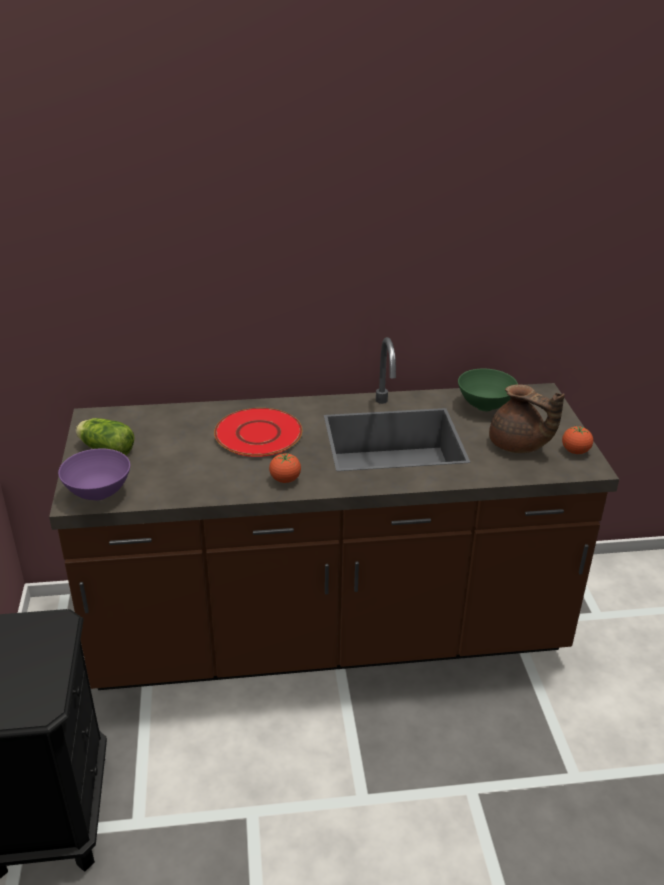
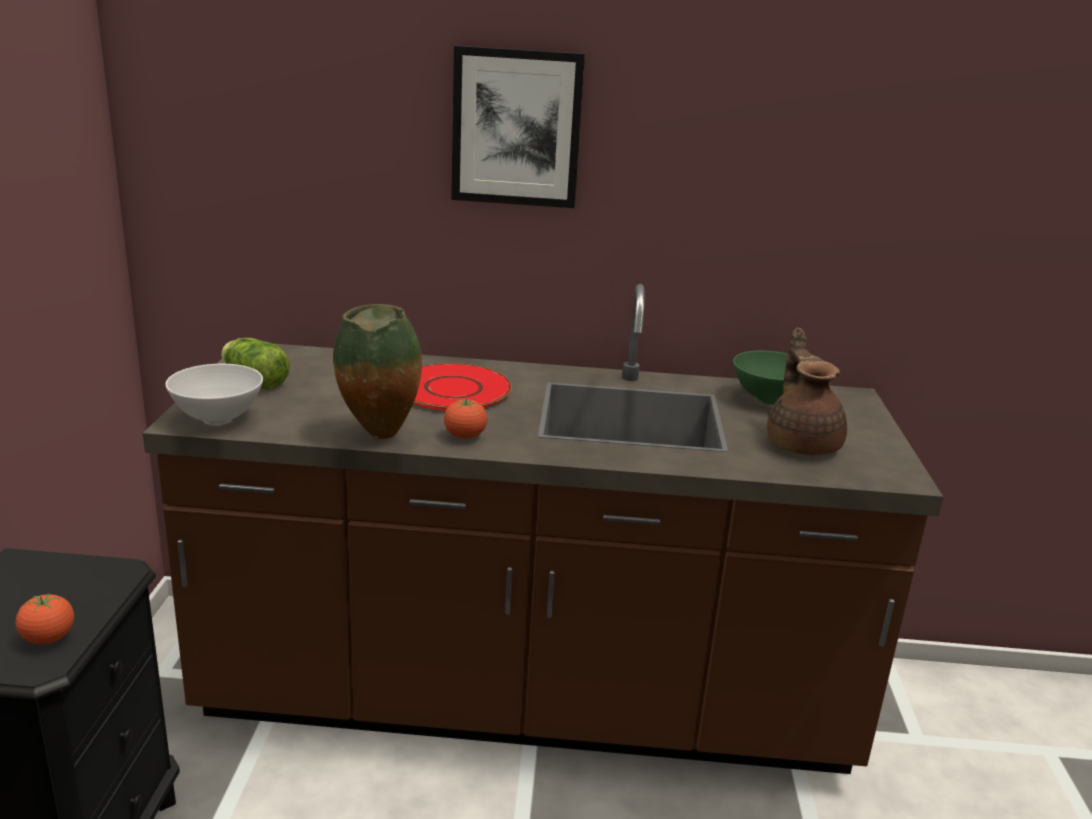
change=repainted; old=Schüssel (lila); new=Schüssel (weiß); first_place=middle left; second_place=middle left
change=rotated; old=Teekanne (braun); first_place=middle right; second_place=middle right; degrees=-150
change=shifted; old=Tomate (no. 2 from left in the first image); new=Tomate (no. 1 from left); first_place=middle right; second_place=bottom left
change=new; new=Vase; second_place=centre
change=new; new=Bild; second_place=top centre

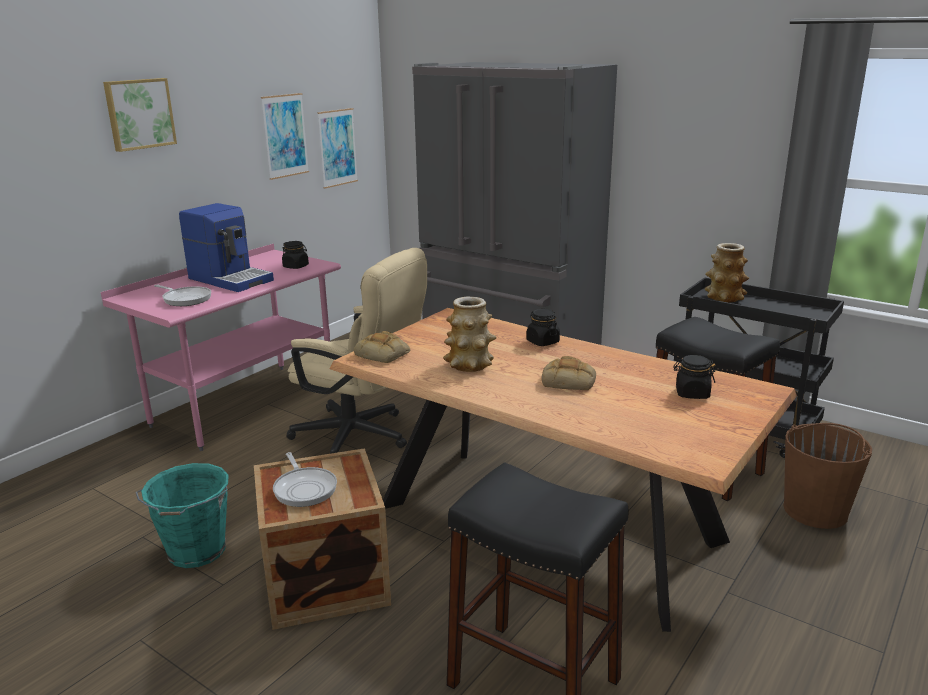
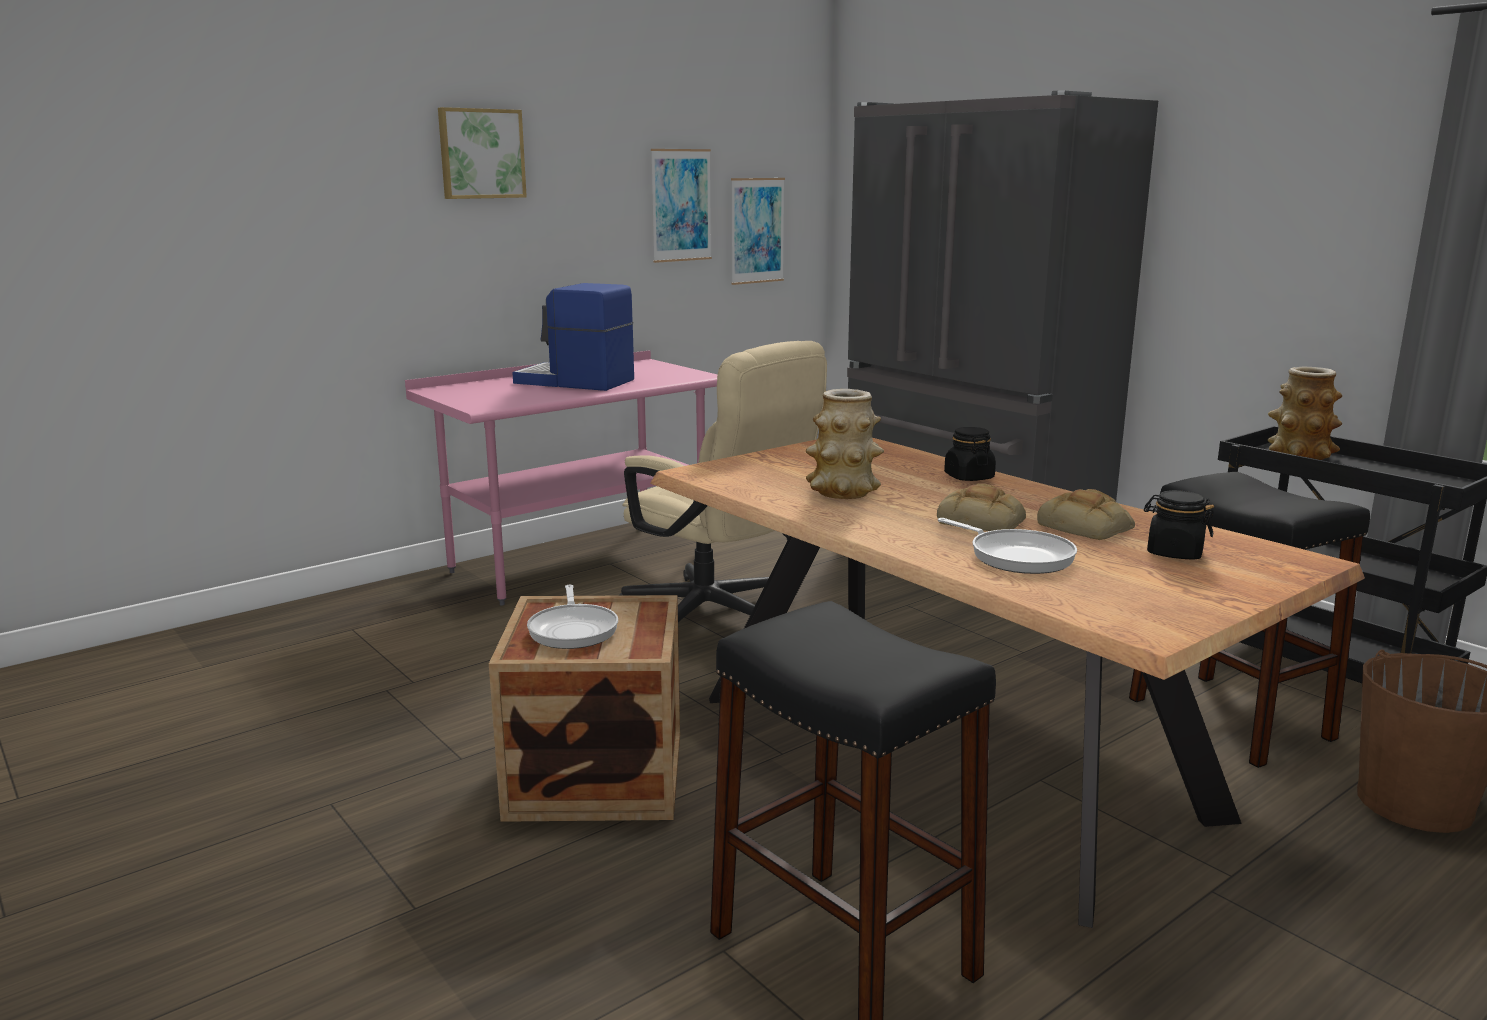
change=gone; old=Eimer (türkis); first_place=bottom left
change=shifted; old=Pfanne (no. 1 from left in the first image); new=Pfanne (no. 2 from left); first_place=middle left; second_place=middle right
change=rotated; old=Kaffeemaschine; first_place=middle left; second_place=top centre; degrees=150
change=gone; old=Vorratsglas (schwarz) (no. 1 from left); first_place=middle left
change=shifted; old=Brot (no. 1 from left in the first image); new=Brot (no. 2 from left); first_place=centre; second_place=middle right

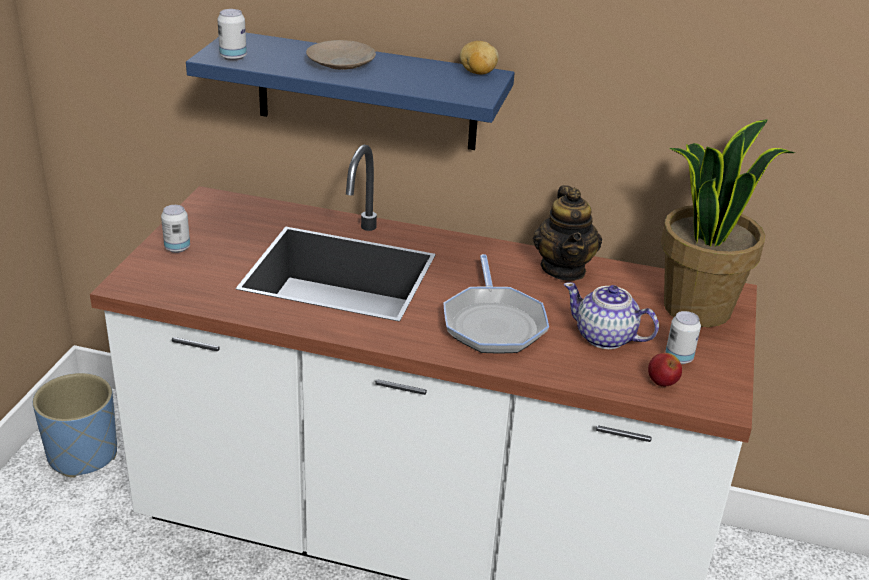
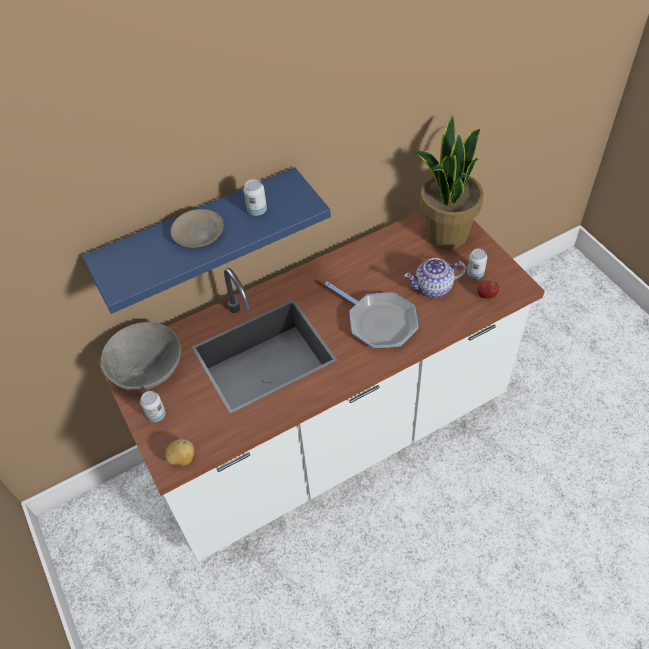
change=gone; old=Pflanzkübel (blau); first_place=bottom left
change=shifted; old=Dose (no. 2 from left); first_place=top left; second_place=top centre
change=shifted; old=Kartoffel; first_place=top centre; second_place=bottom left
change=gone; old=Teekanne (no. 1 from left); first_place=centre
change=new; new=Schüssel (grau); second_place=middle left

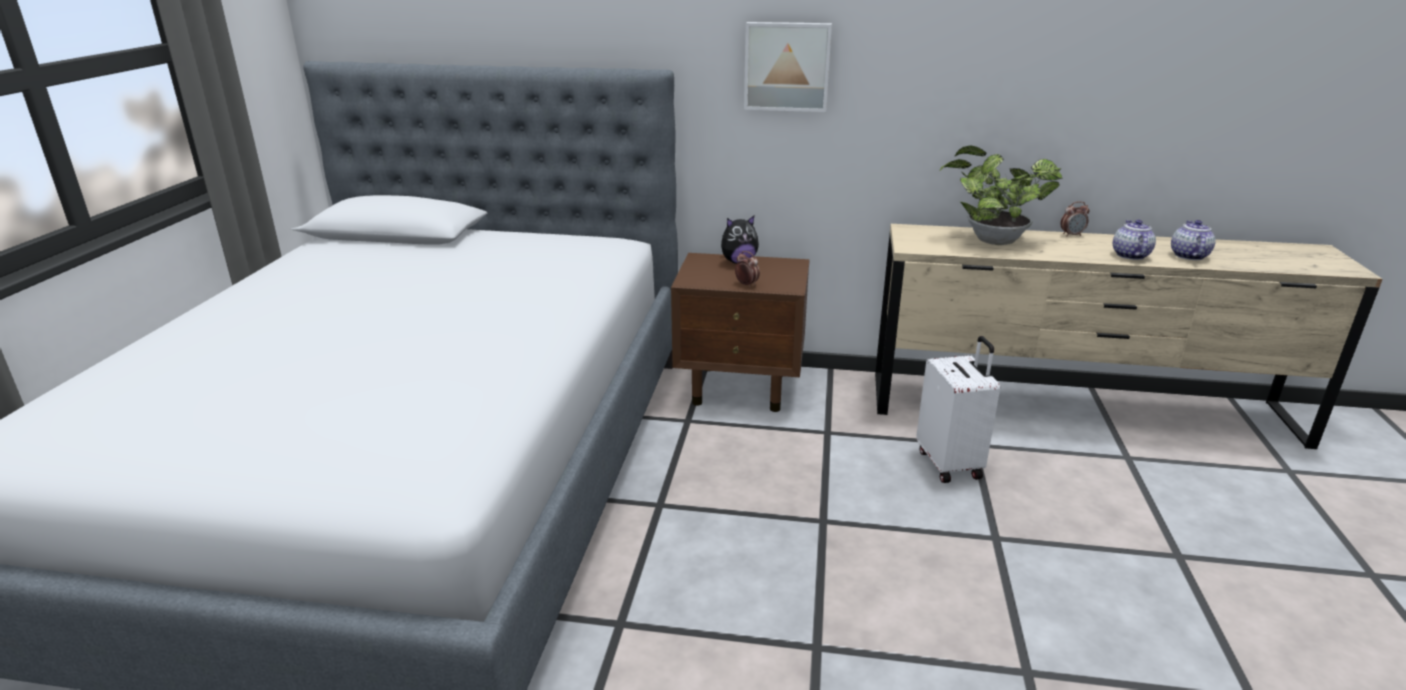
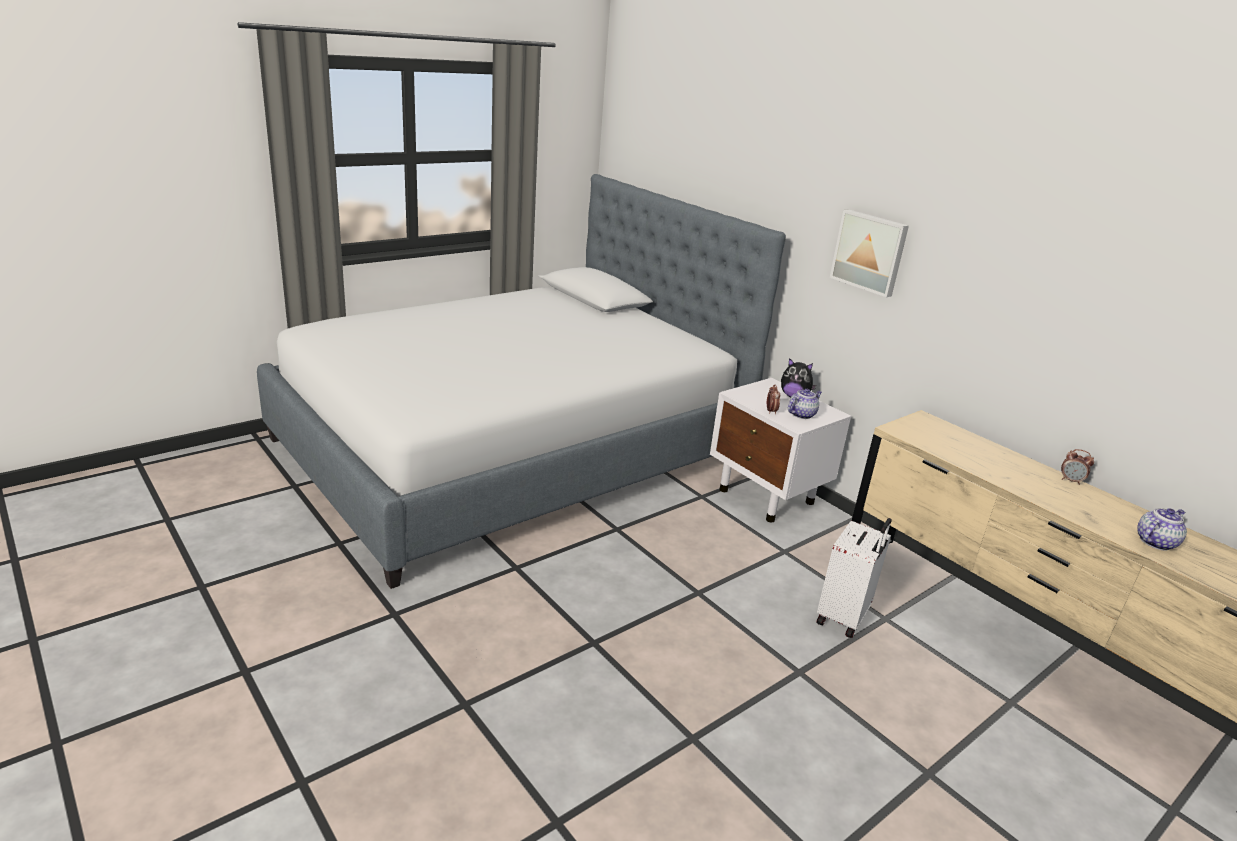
change=repainted; old=Nachttisch (braun); new=Nachttisch (weiß); first_place=centre; second_place=centre
change=gone; old=Topfpflanze; first_place=top right
change=shifted; old=Teekanne (no. 1 from left); first_place=middle right; second_place=centre

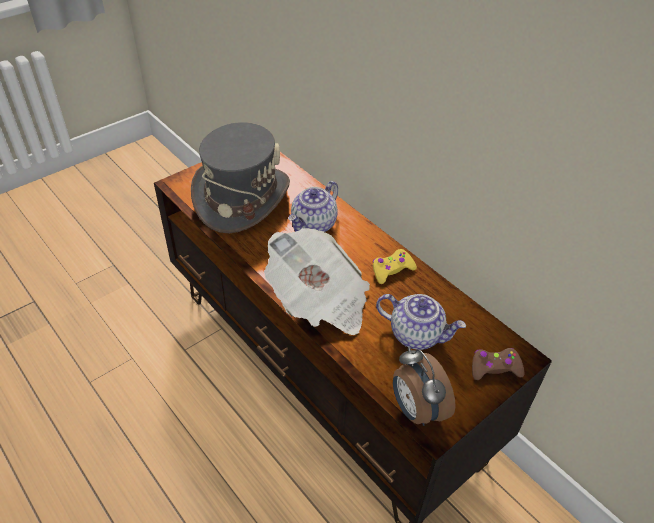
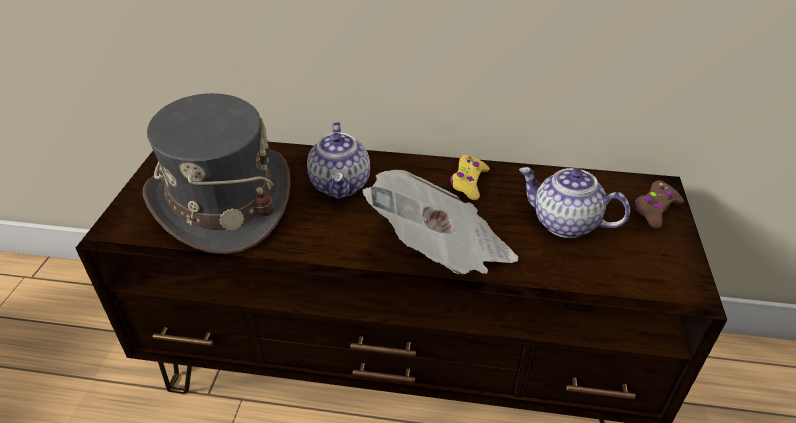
change=rotated; old=Teekanne (no. 2 from left); first_place=centre; second_place=middle right; degrees=-135
change=gone; old=Wecker; first_place=bottom centre

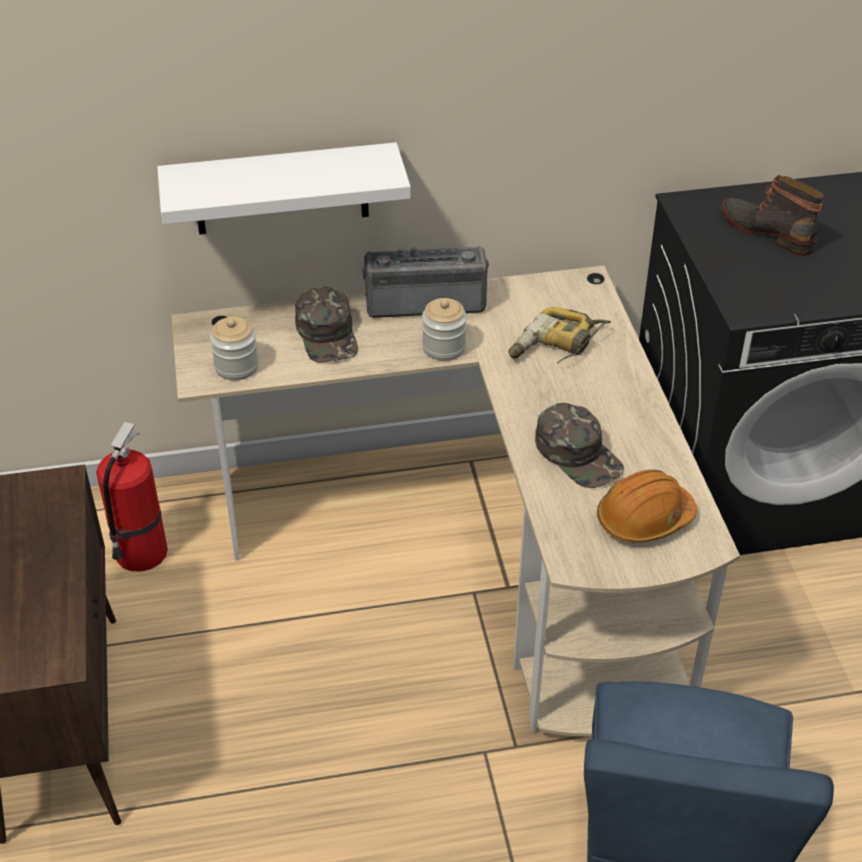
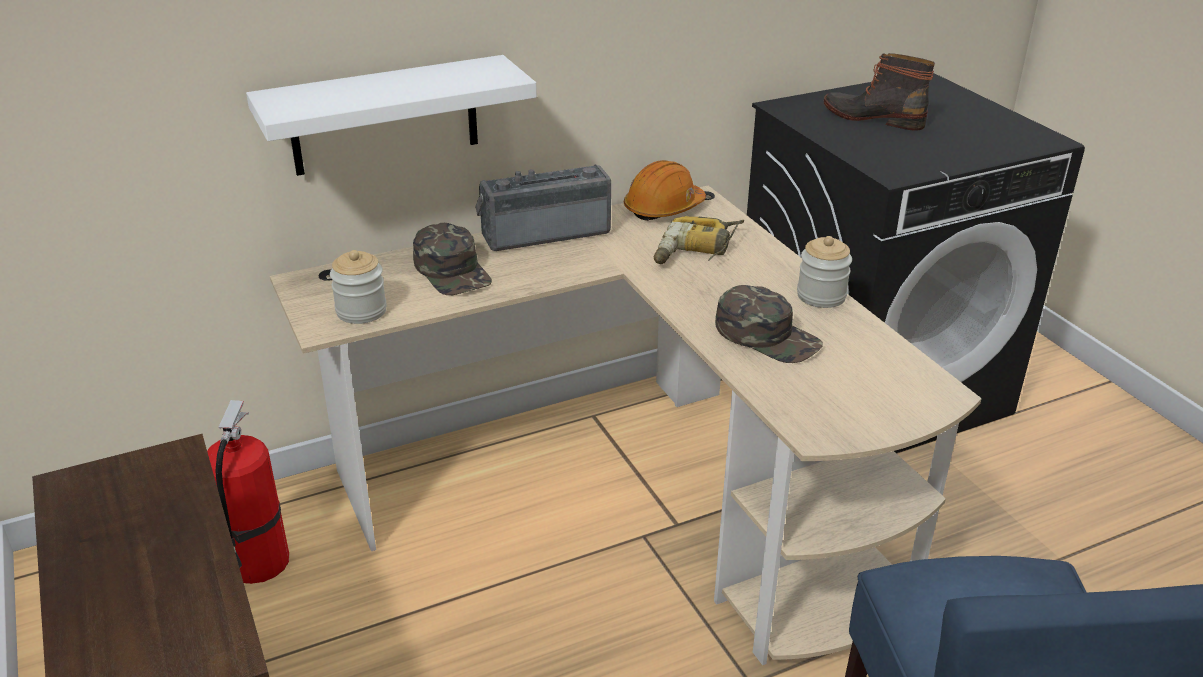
change=shifted; old=Vorratsglas (no. 2 from left); first_place=centre; second_place=middle right
change=shifted; old=Schutzhelm (orange); first_place=middle right; second_place=top centre

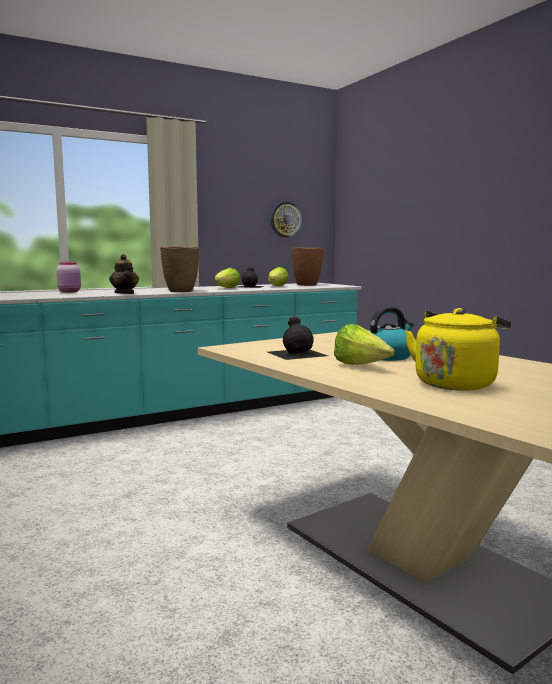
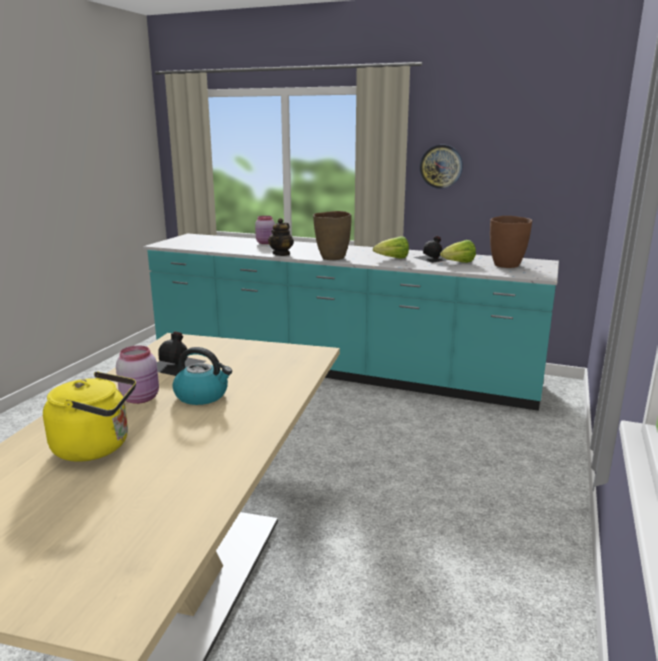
change=shifted; old=Wanduhr; first_place=top centre; second_place=top right
change=swapped; old=Salatkopf (no. 3 from left); new=Vorratsglas (rosa) (no. 1 from left); first_place=centre; second_place=middle left

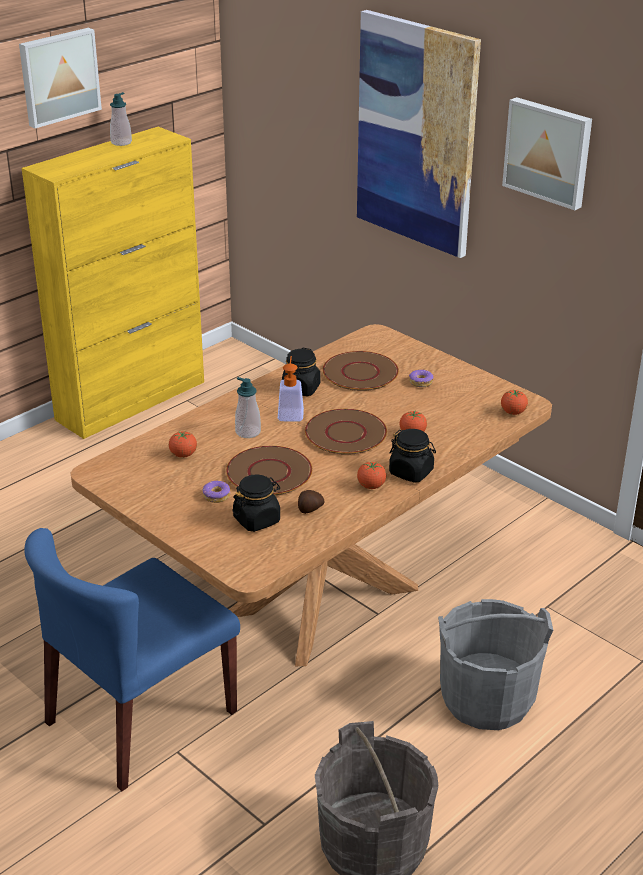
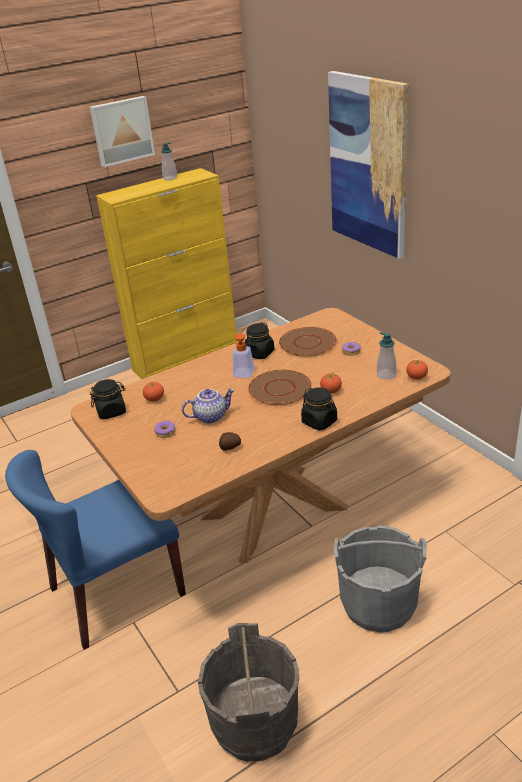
change=swapped; old=Teller (braun) (no. 1 from left); new=Teekanne; first_place=centre; second_place=centre
change=shifted; old=Vorratsglas (schwarz) (no. 1 from left); first_place=centre; second_place=middle left
change=shifted; old=Seifenspender (no. 2 from left in the first image); new=Seifenspender (no. 3 from left); first_place=centre; second_place=middle right
change=gone; old=Tomate (no. 2 from left); first_place=centre
change=gone; old=Bild (no. 3 from left); first_place=top right

